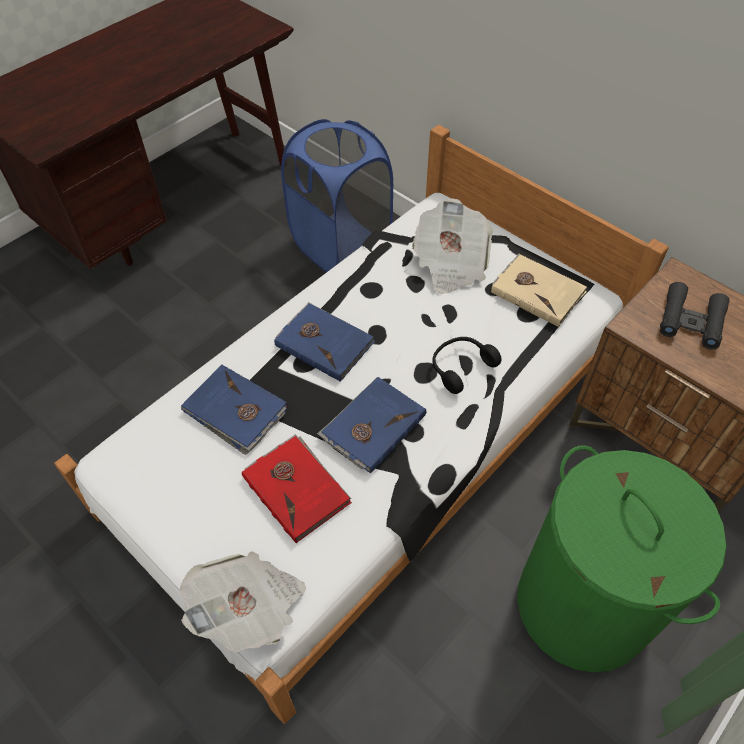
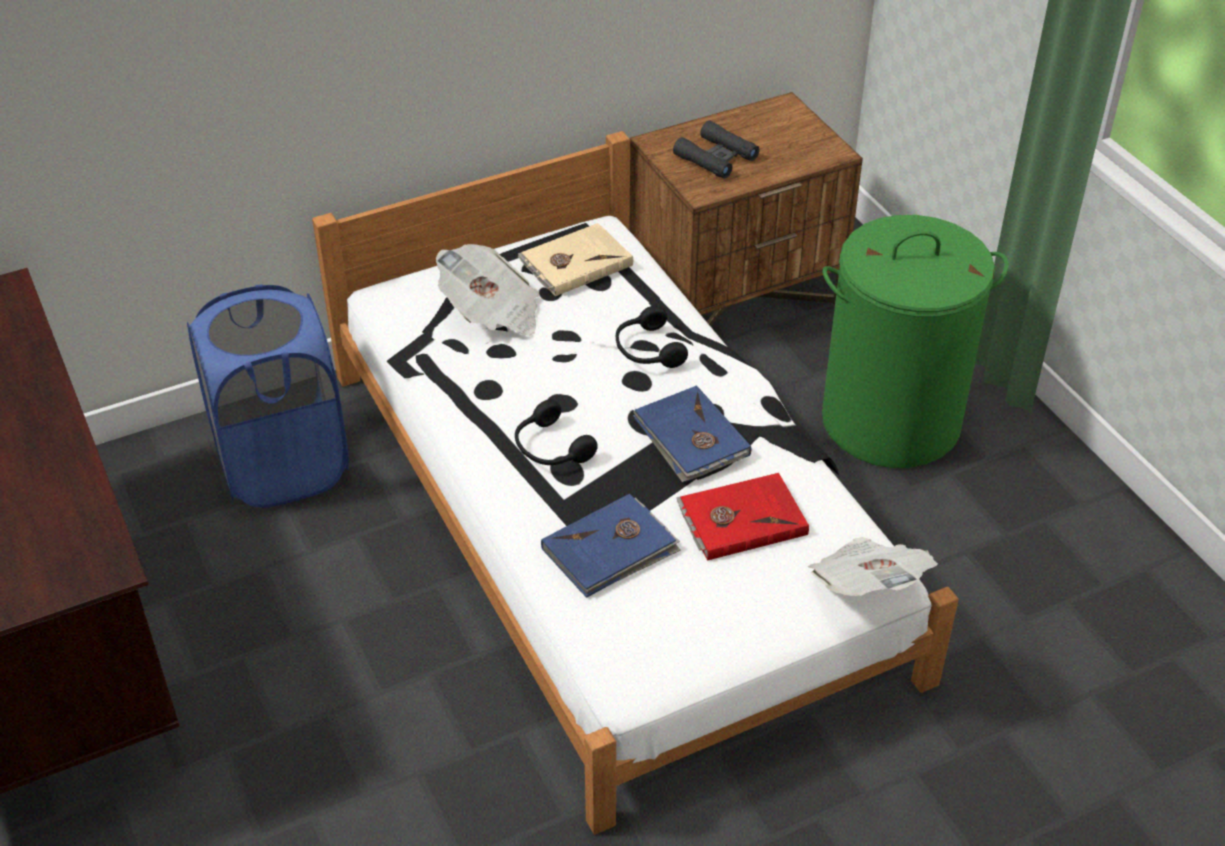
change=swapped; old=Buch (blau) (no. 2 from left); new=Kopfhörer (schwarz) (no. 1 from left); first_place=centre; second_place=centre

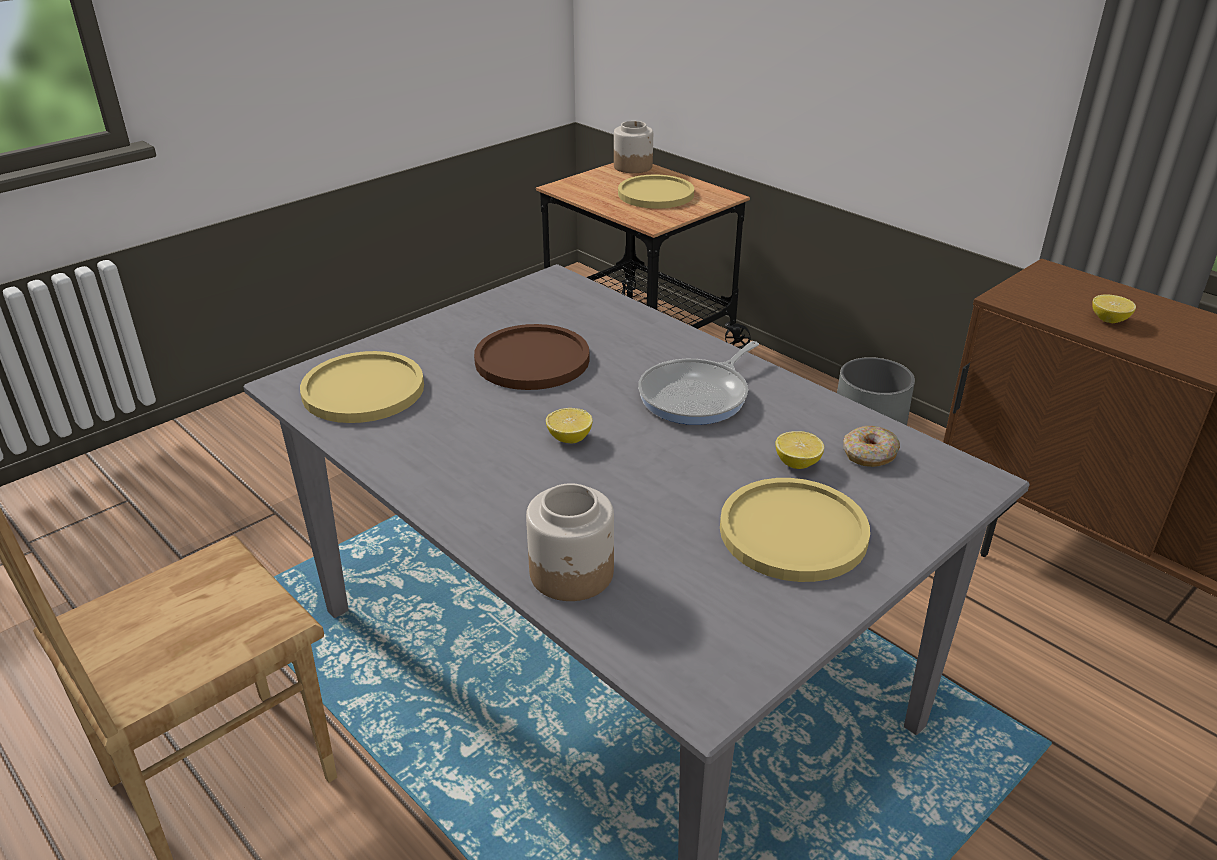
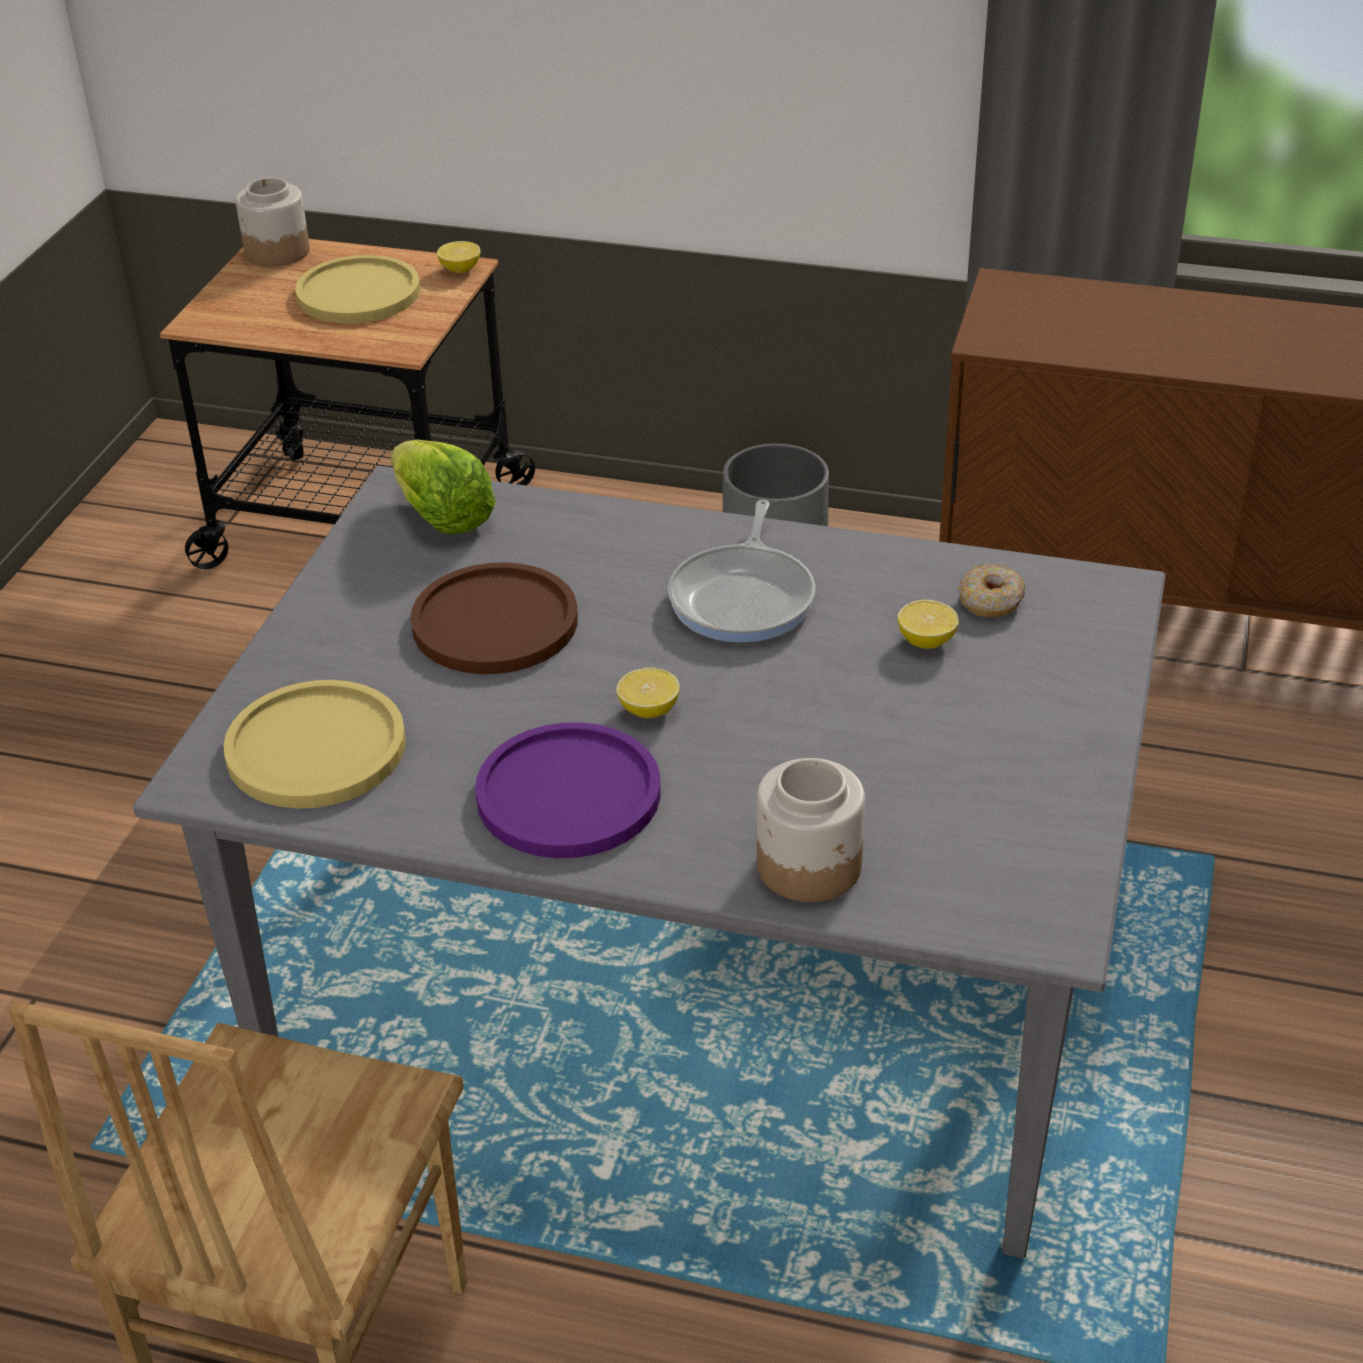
change=gone; old=Teller (gelb) (no. 3 from left); first_place=centre
change=shifted; old=Zitrone (no. 3 from left in the first image); new=Zitrone (no. 1 from left); first_place=middle right; second_place=top centre
change=new; new=Salatkopf; second_place=middle left
change=new; new=Teller (lila); second_place=centre

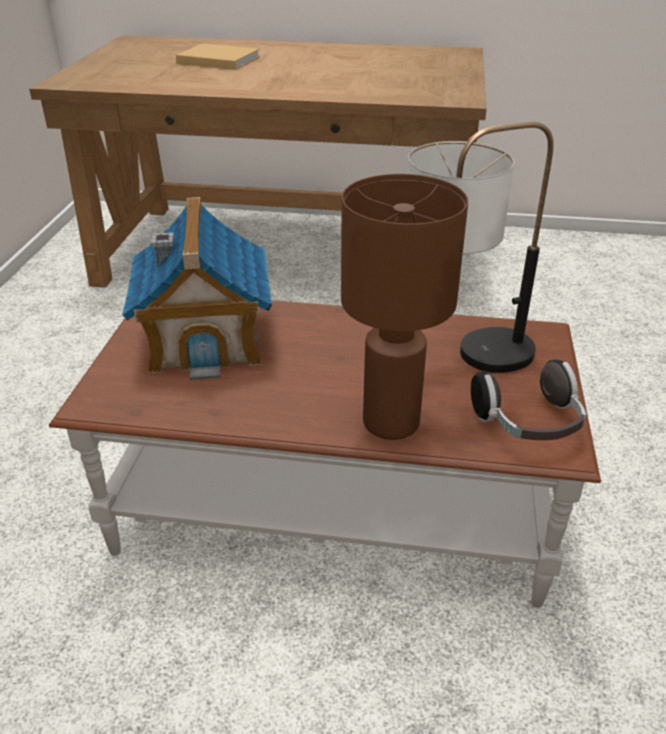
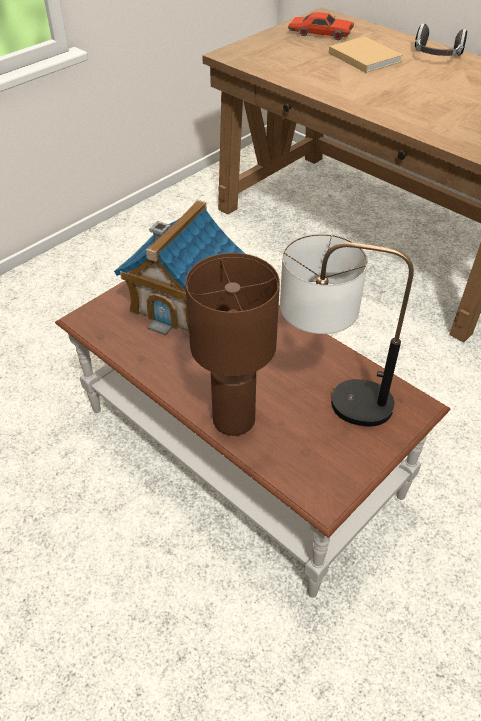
change=shifted; old=Kopfhörer; first_place=middle right; second_place=top right
change=new; new=Spielzeugauto (rot); second_place=top right

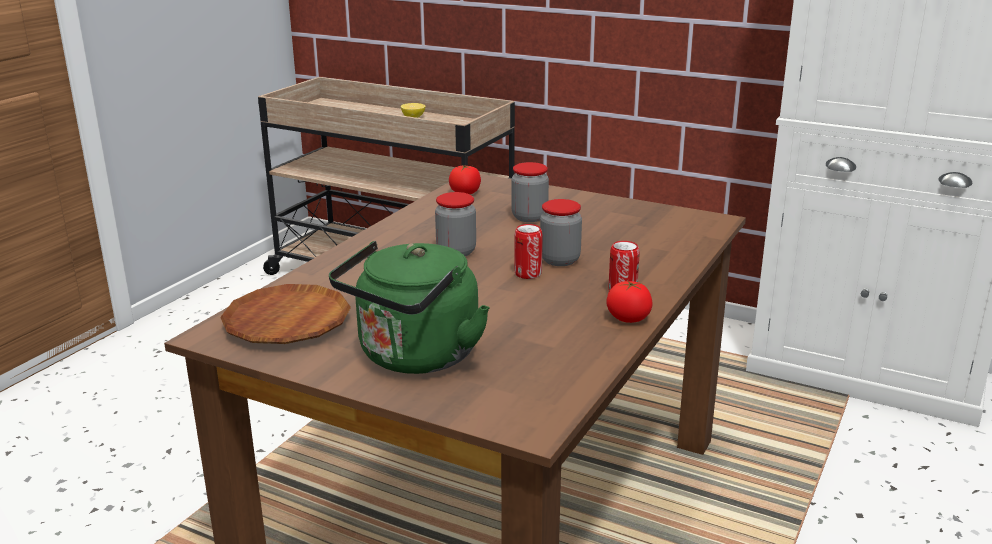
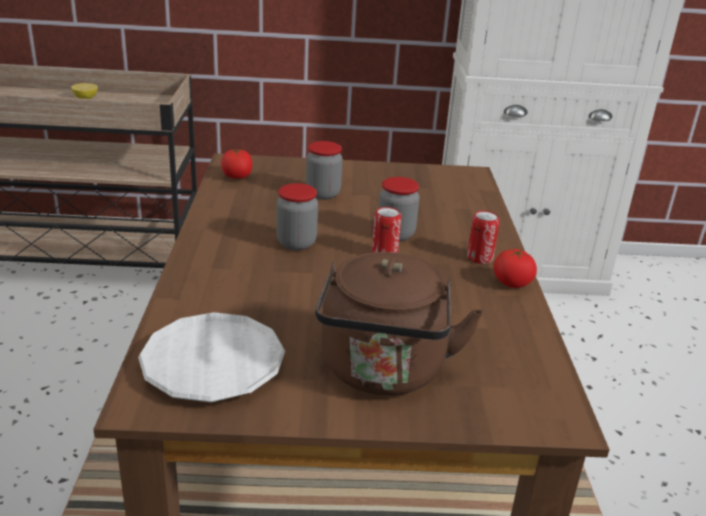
change=repainted; old=Teller (braun); new=Teller (weiß); first_place=middle left; second_place=bottom left
change=repainted; old=Wasserkessel (grün); new=Wasserkessel (braun); first_place=centre; second_place=centre

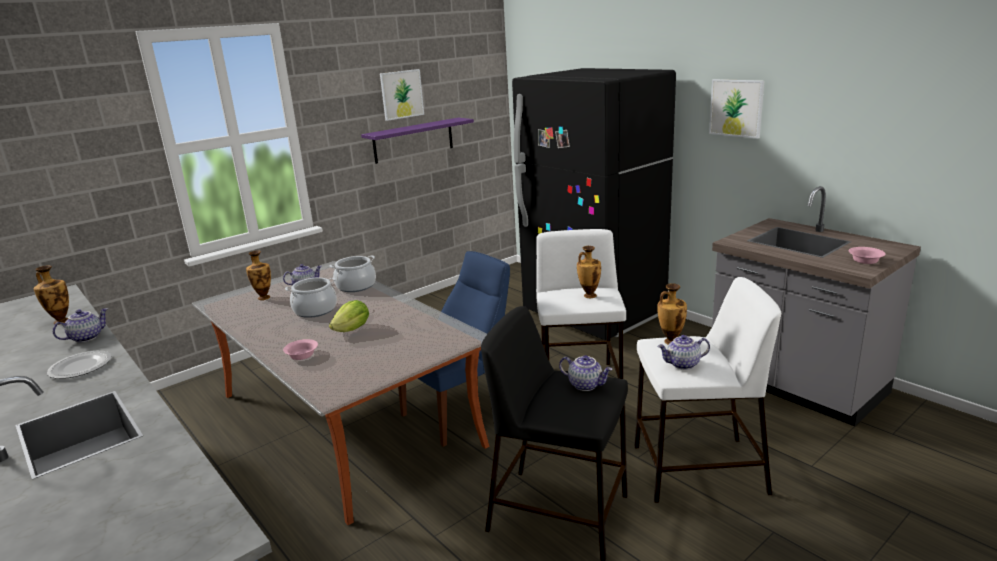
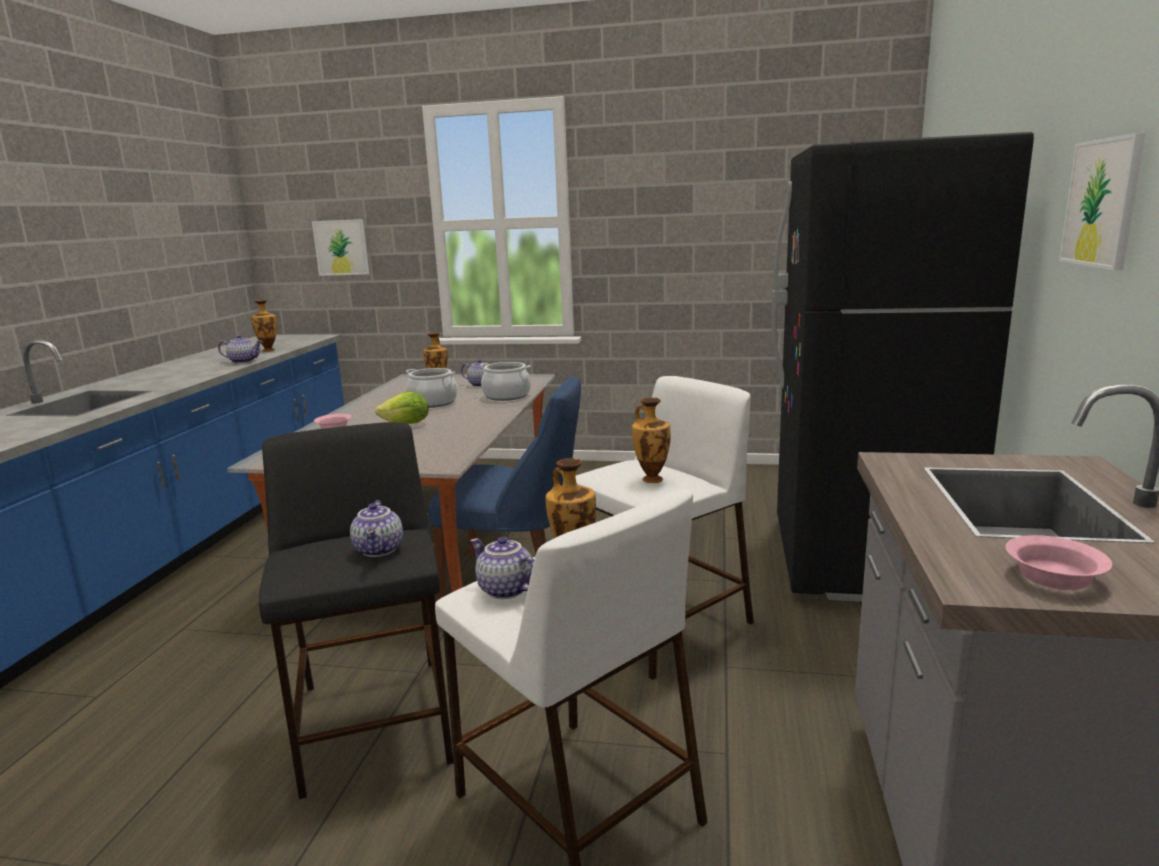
change=gone; old=Teller; first_place=middle left
change=gone; old=Wandregal (lila); first_place=top centre
change=shifted; old=Bild (no. 1 from left); first_place=top centre; second_place=top left

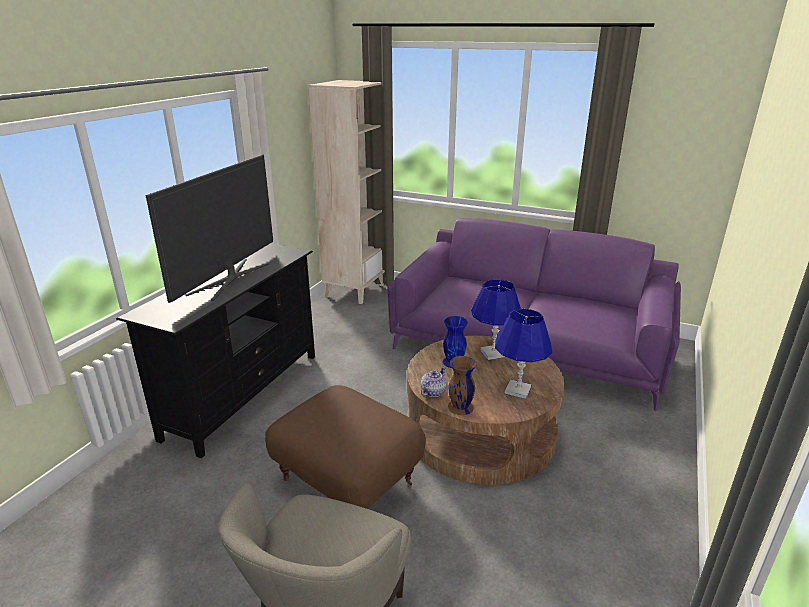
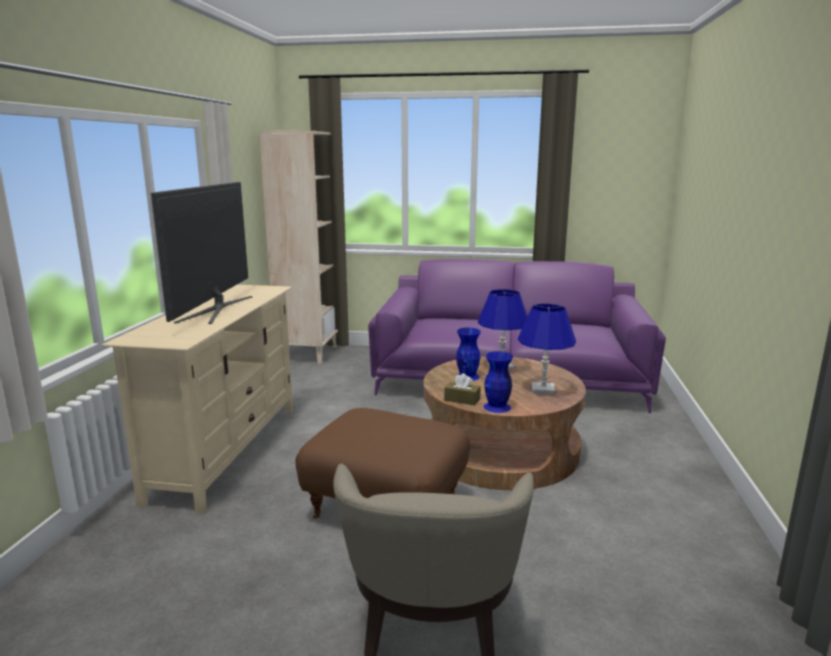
change=repainted; old=Fernsehschrank (schwarz); new=Fernsehschrank (beige); first_place=middle left; second_place=middle left
change=swapped; old=Teekanne; new=Taschentuchbox (braun); first_place=centre; second_place=centre
change=repainted; old=Vase (braun); new=Vase (blau) (no. 2 from left); first_place=centre; second_place=centre

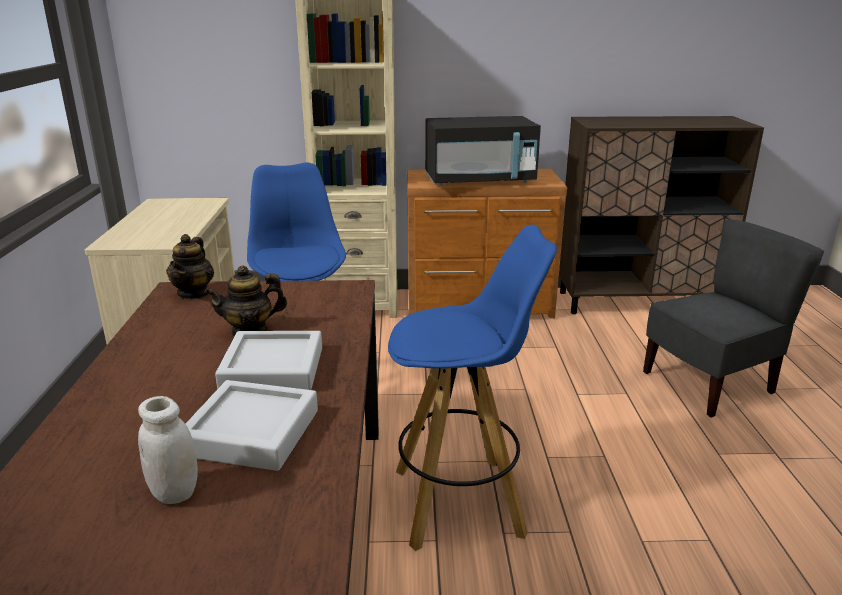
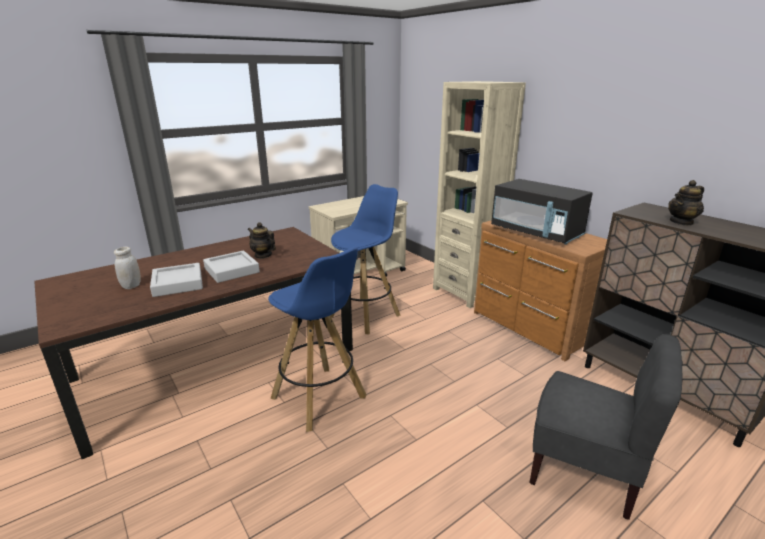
change=shifted; old=Teekanne (no. 1 from left in the first image); new=Teekanne (no. 2 from left); first_place=middle left; second_place=middle right

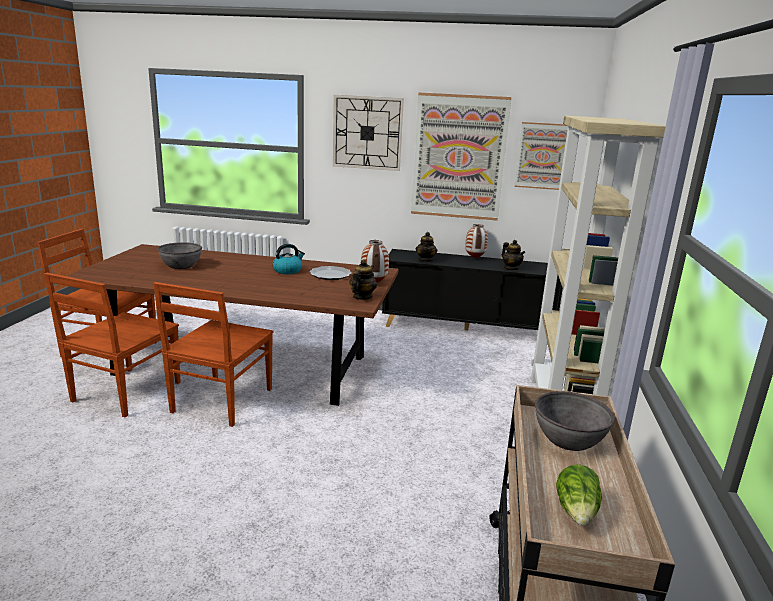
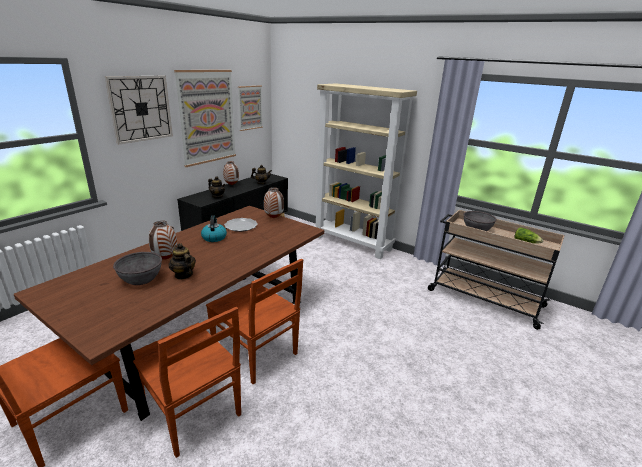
change=shifted; old=Teekanne (no. 1 from left); first_place=centre; second_place=middle left
change=new; new=Vase (no. 1 from left); second_place=middle left

